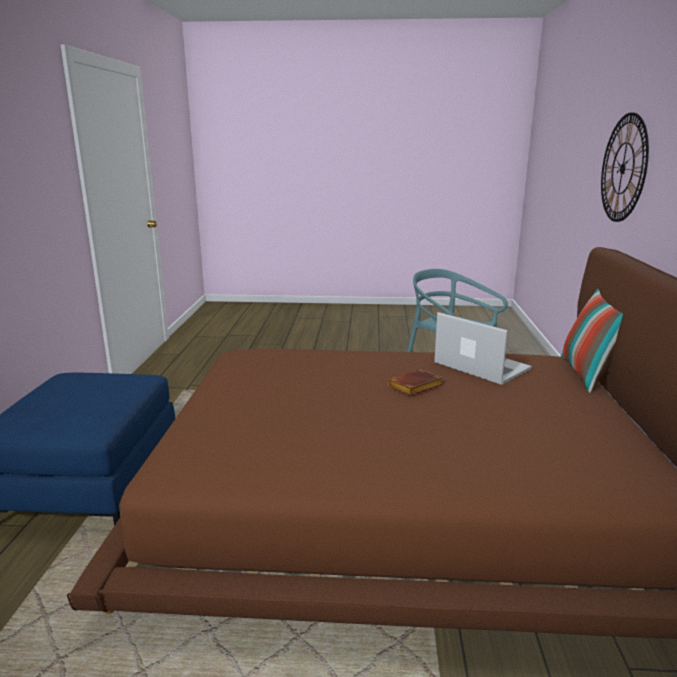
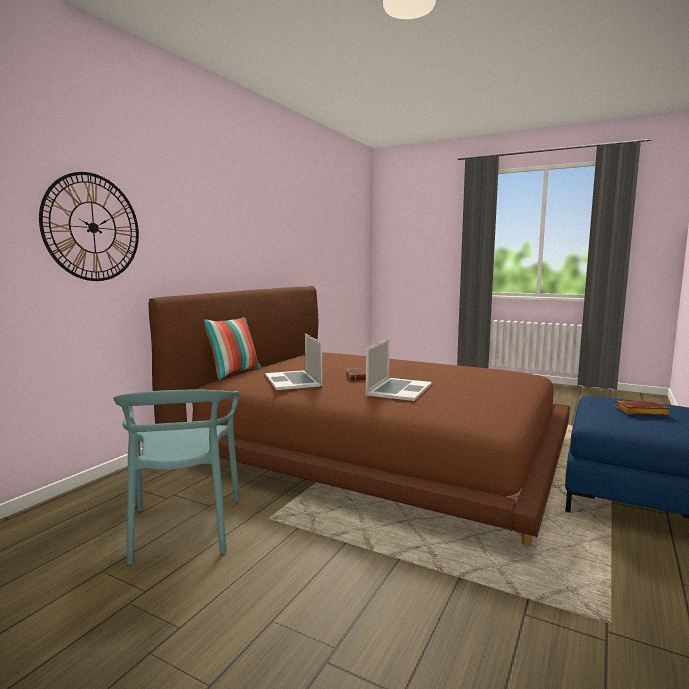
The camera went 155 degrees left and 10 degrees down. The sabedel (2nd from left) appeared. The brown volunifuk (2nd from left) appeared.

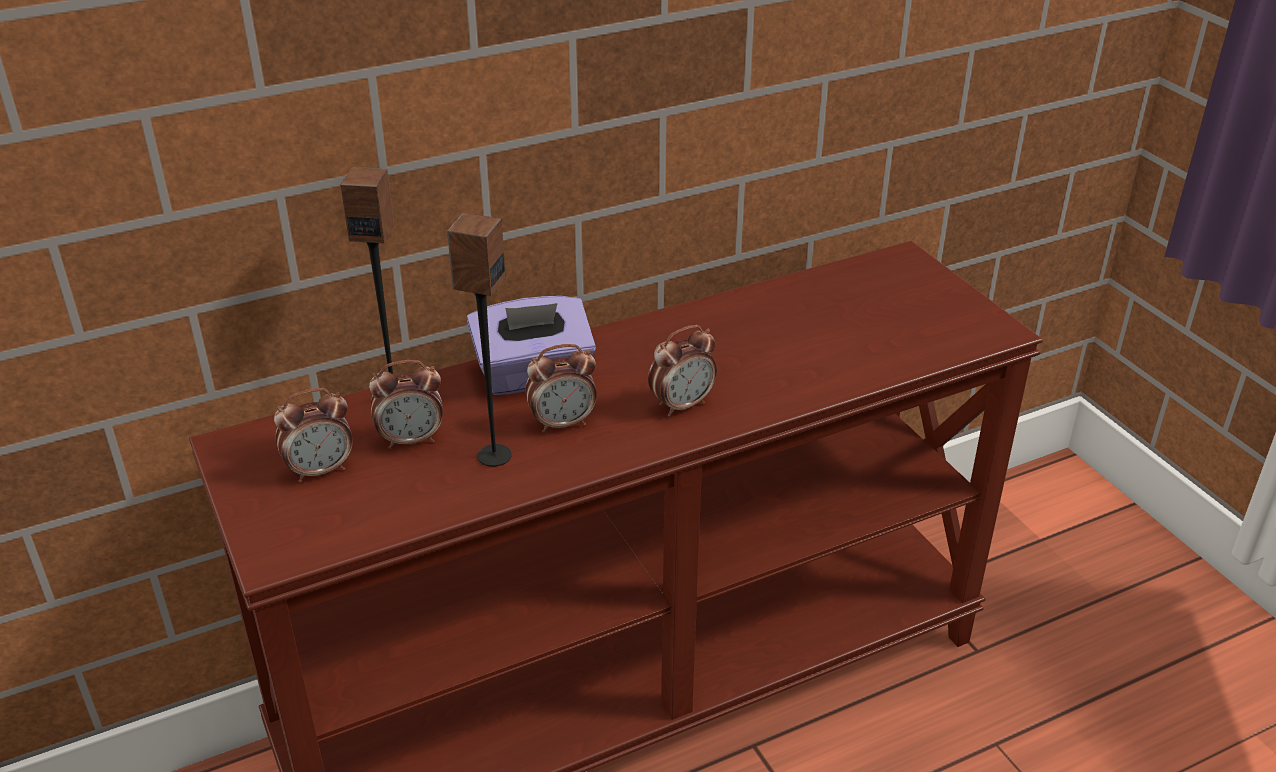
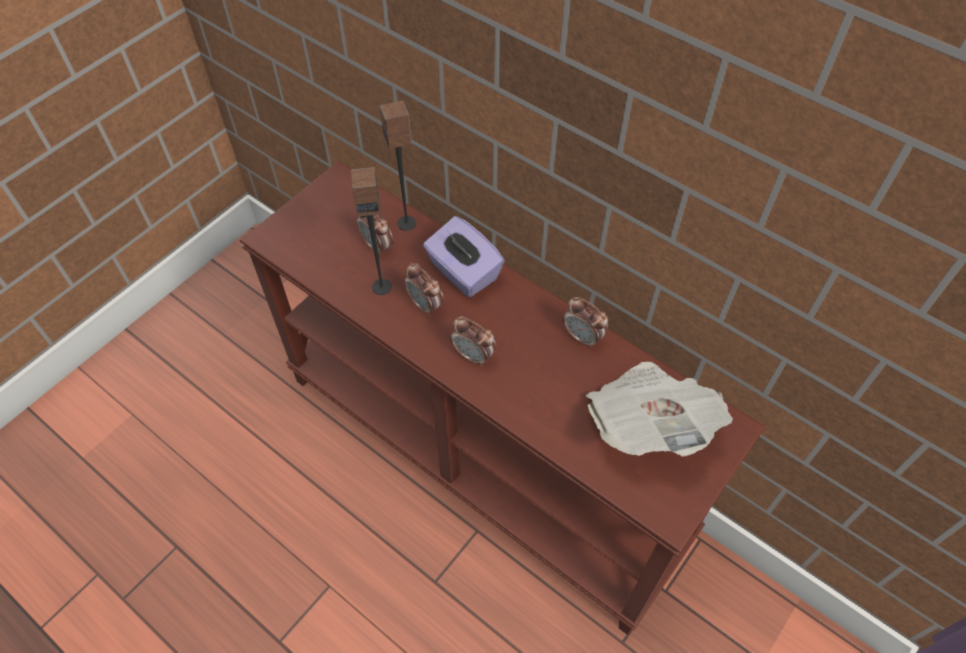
The camera went 65 degrees right and 20 degrees up. The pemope (1st from left in the first image) moved. The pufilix appeared.

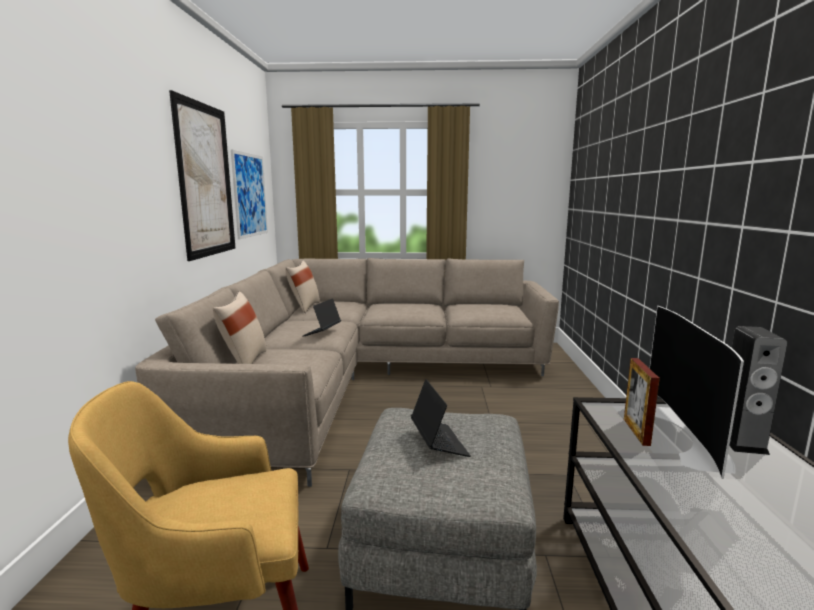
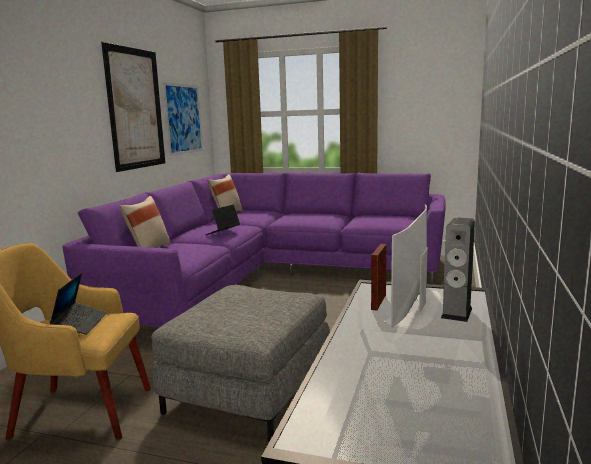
The camera went 15 degrees right and 0 degrees up. The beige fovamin became the purple fovamin. The sabedel (2nd from left in the first image) moved.

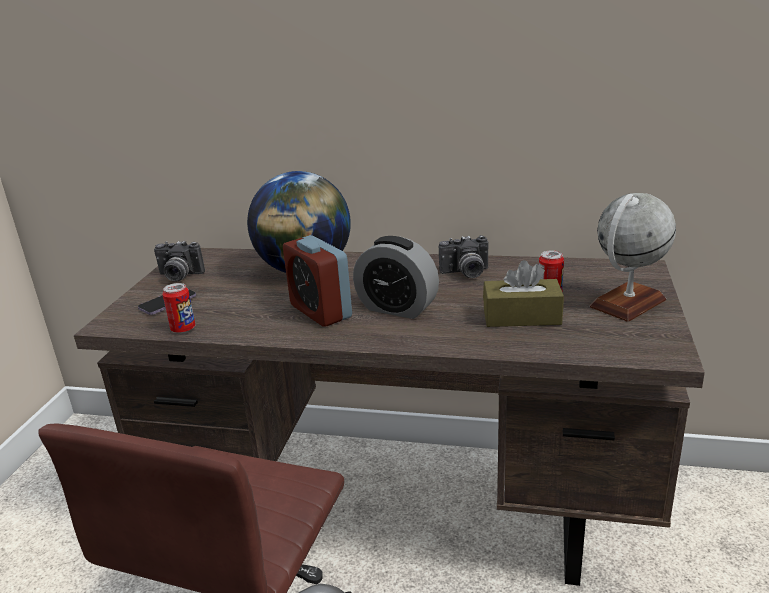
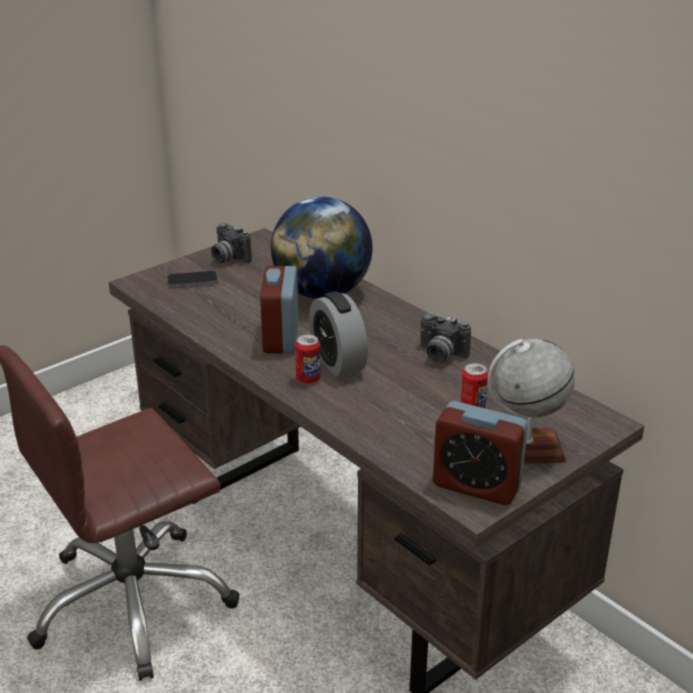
The camera went 35 degrees right and 5 degrees up. The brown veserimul disappeared. The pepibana (1st from left) moved. The pemope (3rd from left) appeared.

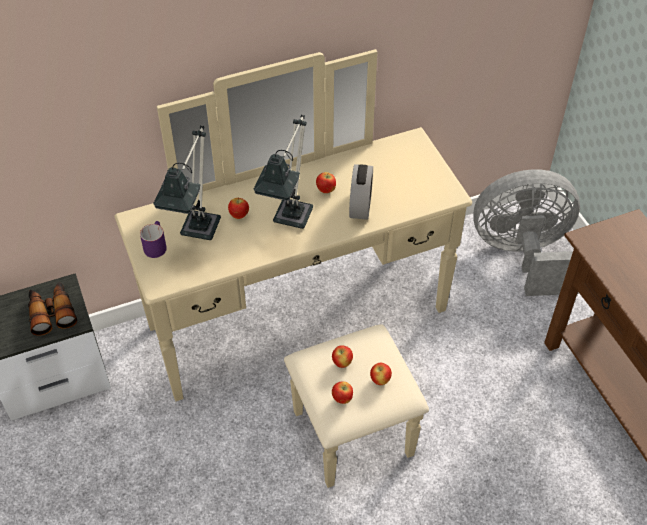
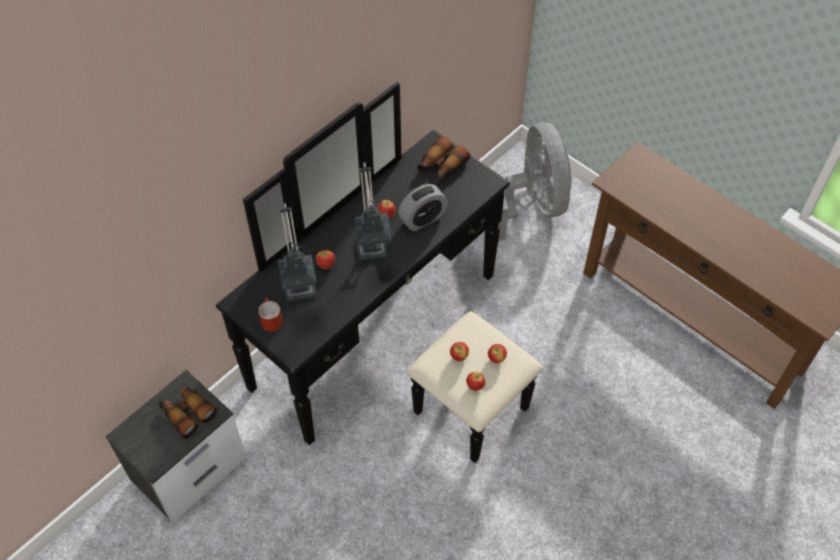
The camera went 25 degrees left and 5 degrees up. The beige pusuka became the black pusuka. The pemope turned 75 degrees clockwise. The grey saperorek turned 105 degrees clockwise. The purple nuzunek became the red nuzunek. The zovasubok (2nd from left) appeared.

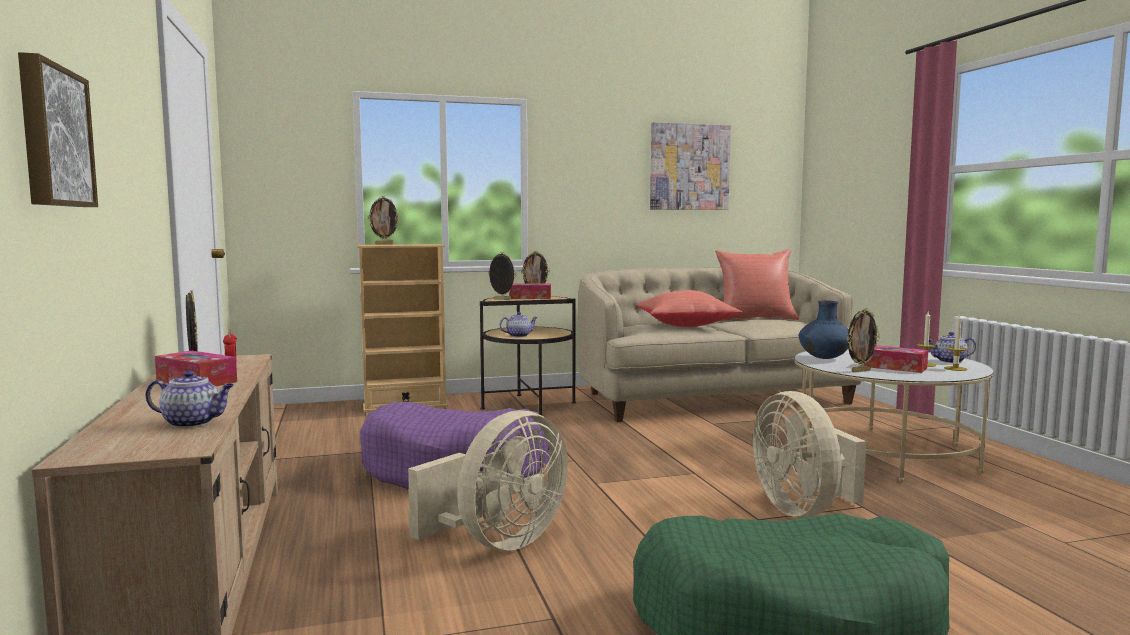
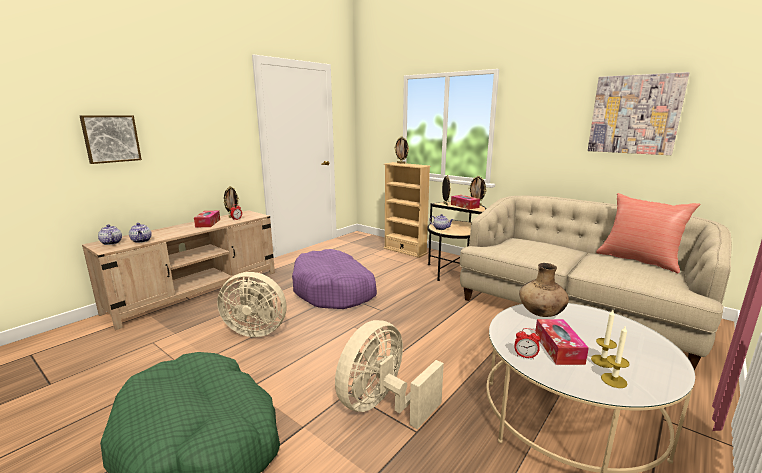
The camera went 55 degrees right and 10 degrees up. The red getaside (1st from left) disappeared. The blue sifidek became the brown sifidek. The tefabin (5th from left) disappeared. The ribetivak (3rd from left in the first image) moved. The pemope (2nd from left) appeared.

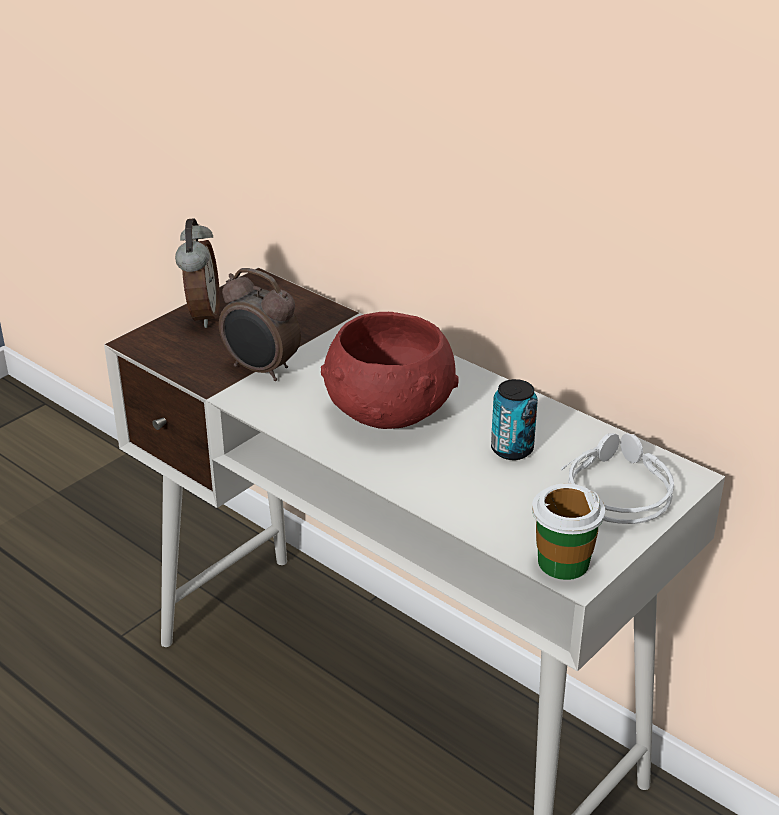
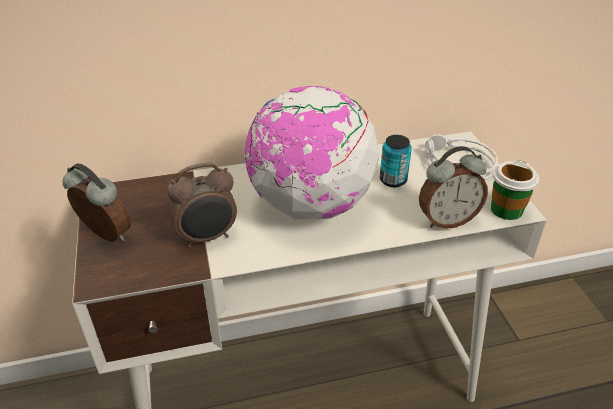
The camera went 55 degrees left and 5 degrees up. The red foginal was replaced by the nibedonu. The pemope (3rd from left) appeared.

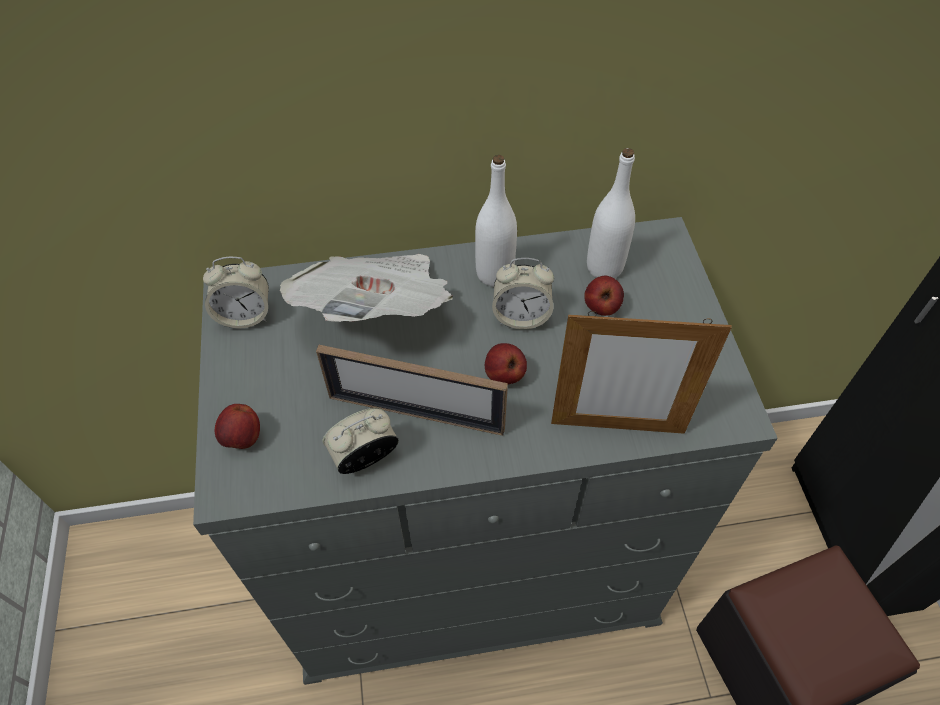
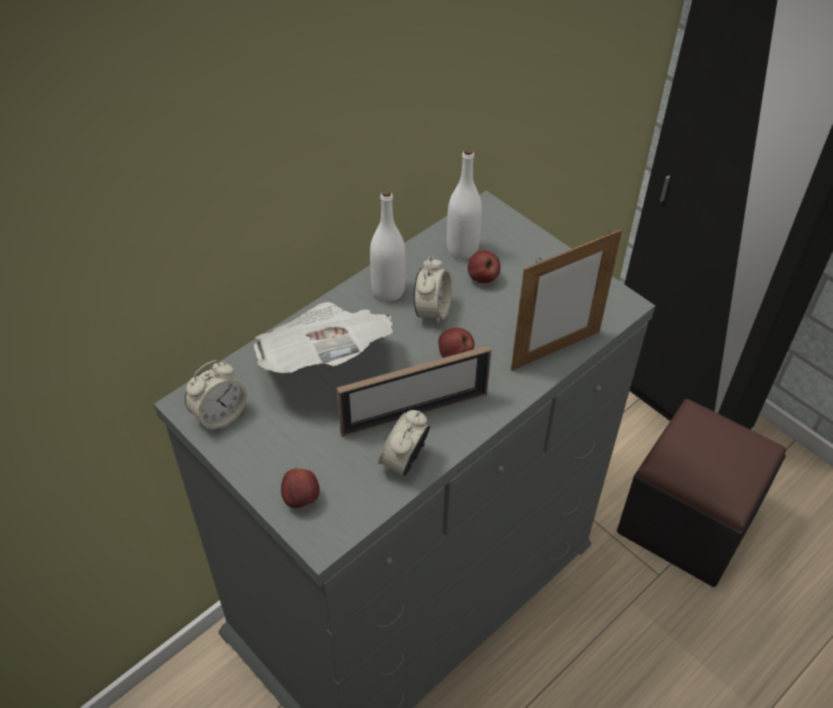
The camera went 35 degrees left and 5 degrees down. The pemope (3rd from left) turned 45 degrees counterclockwise.

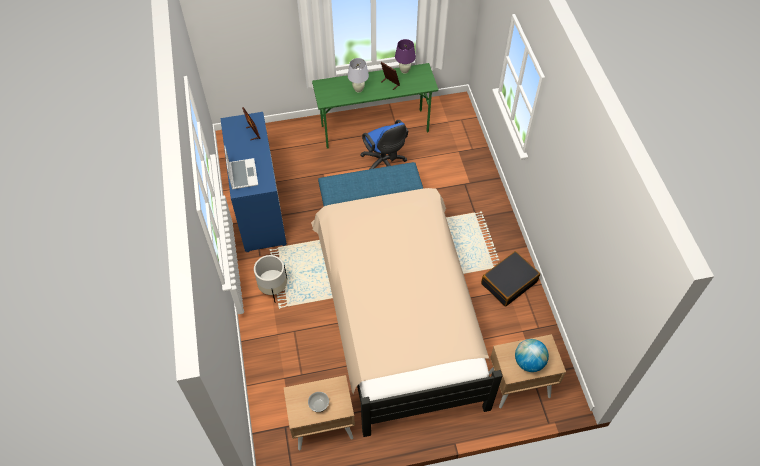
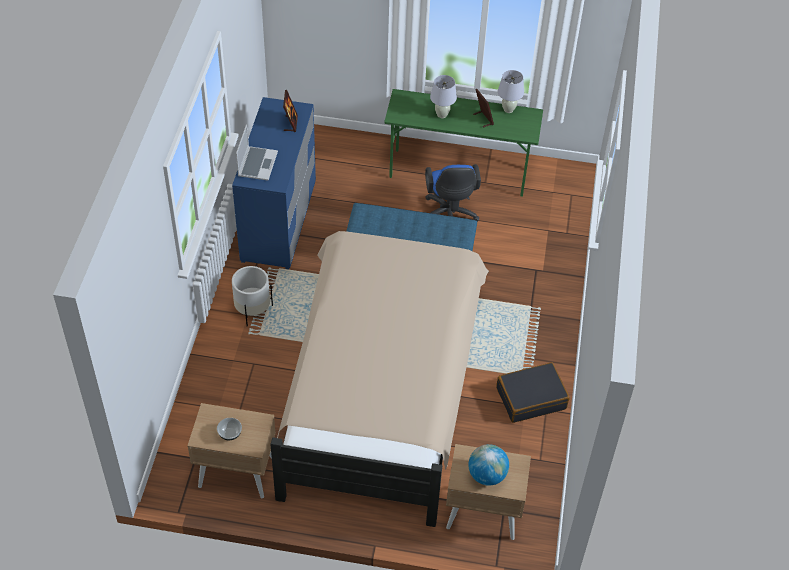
The camera went 20 degrees right and 5 degrees down. The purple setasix became the white setasix (2nd from left).

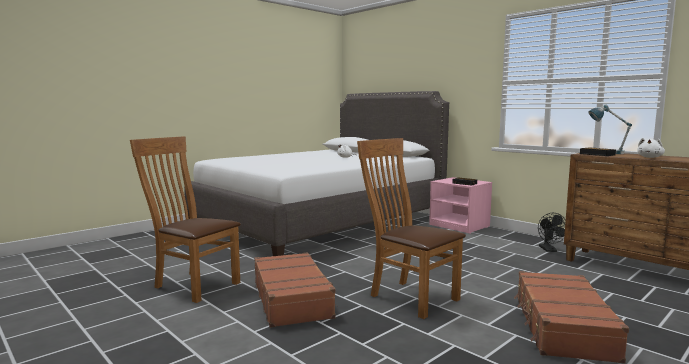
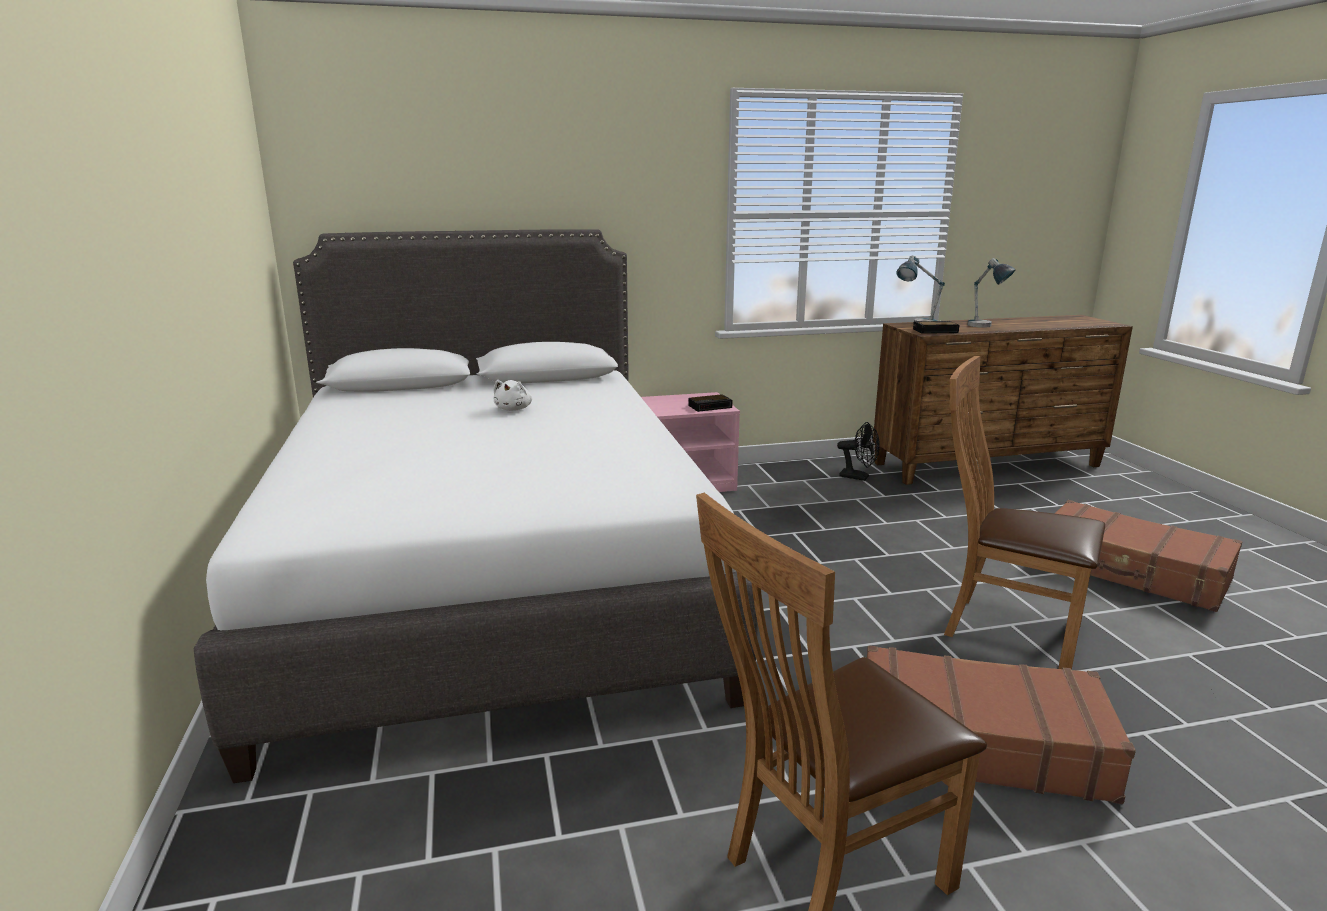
The camera went 60 degrees left and 10 degrees up. The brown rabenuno (2nd from left) turned 45 degrees clockwise. The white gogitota (2nd from left) was replaced by the setasix (2nd from left).

